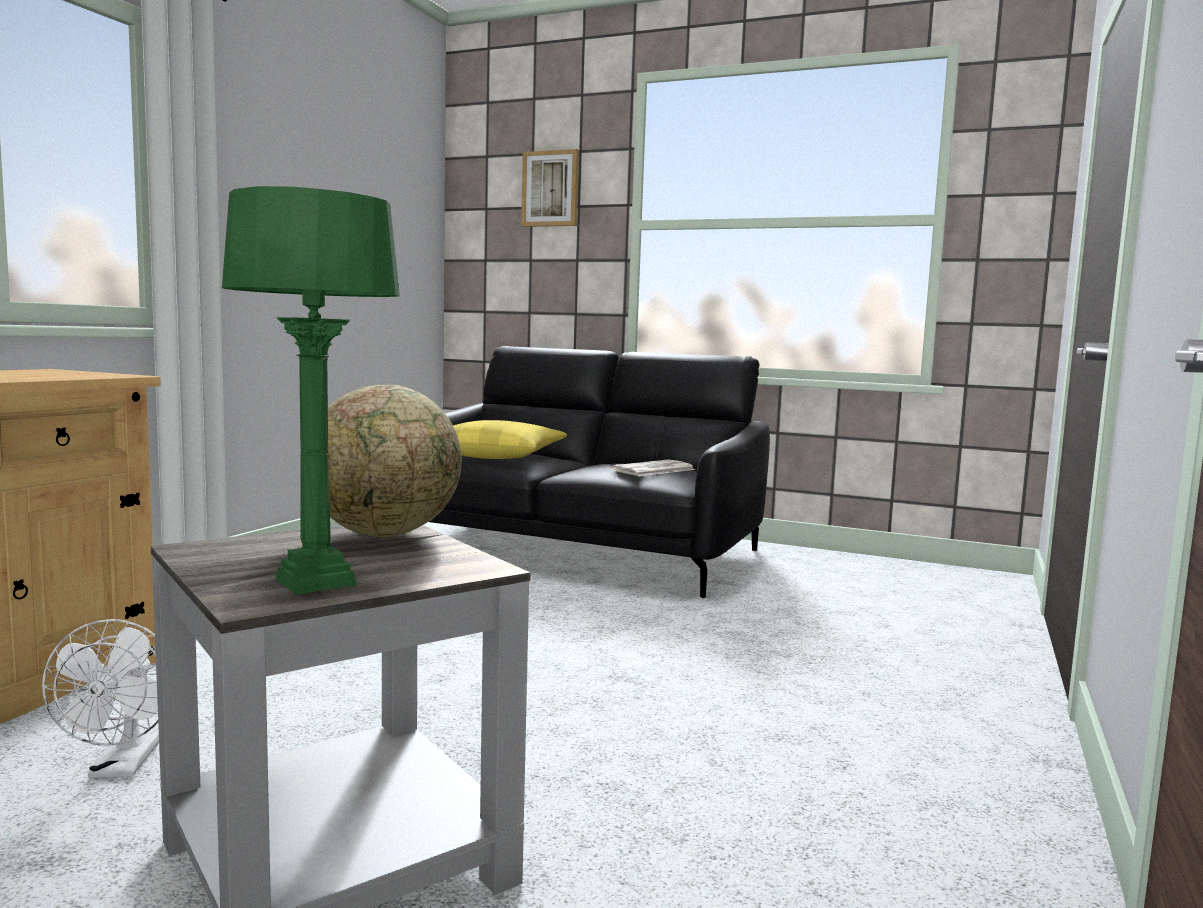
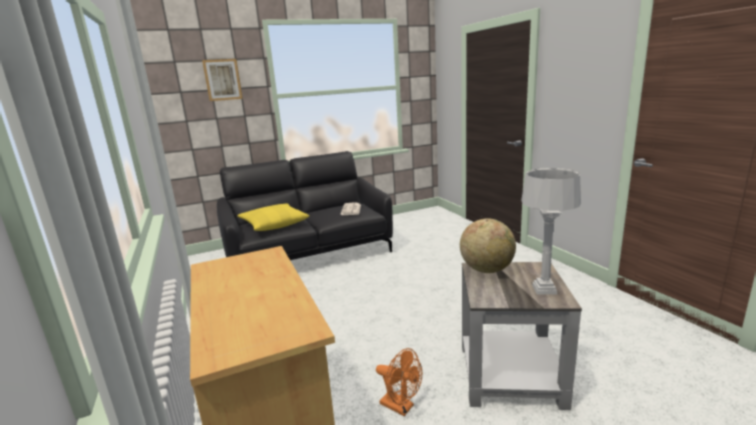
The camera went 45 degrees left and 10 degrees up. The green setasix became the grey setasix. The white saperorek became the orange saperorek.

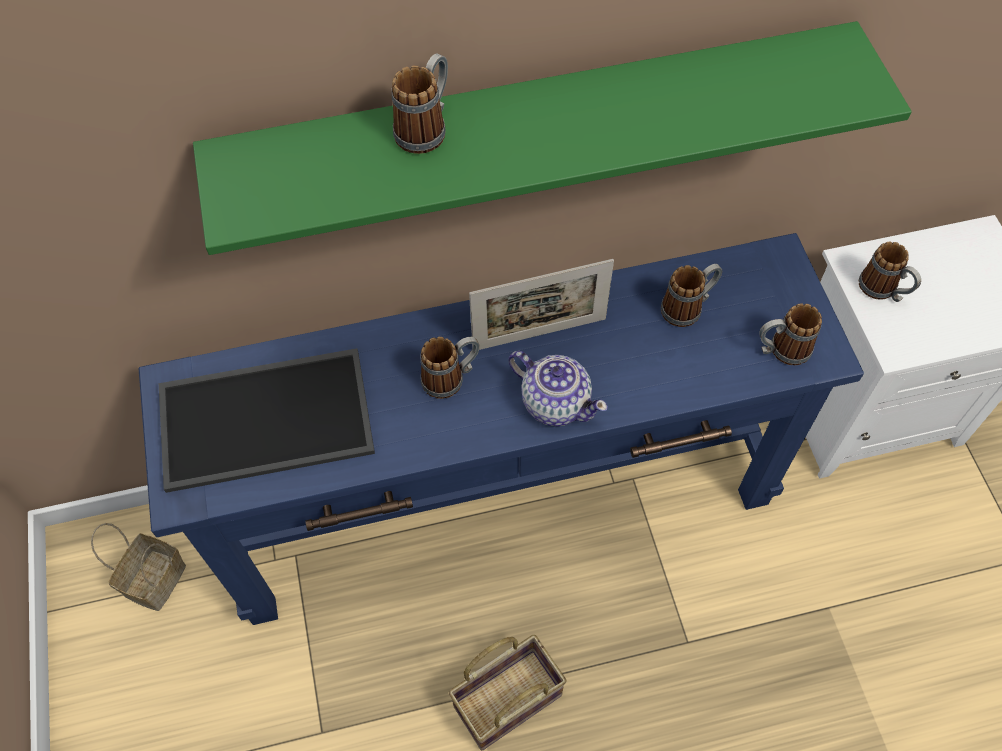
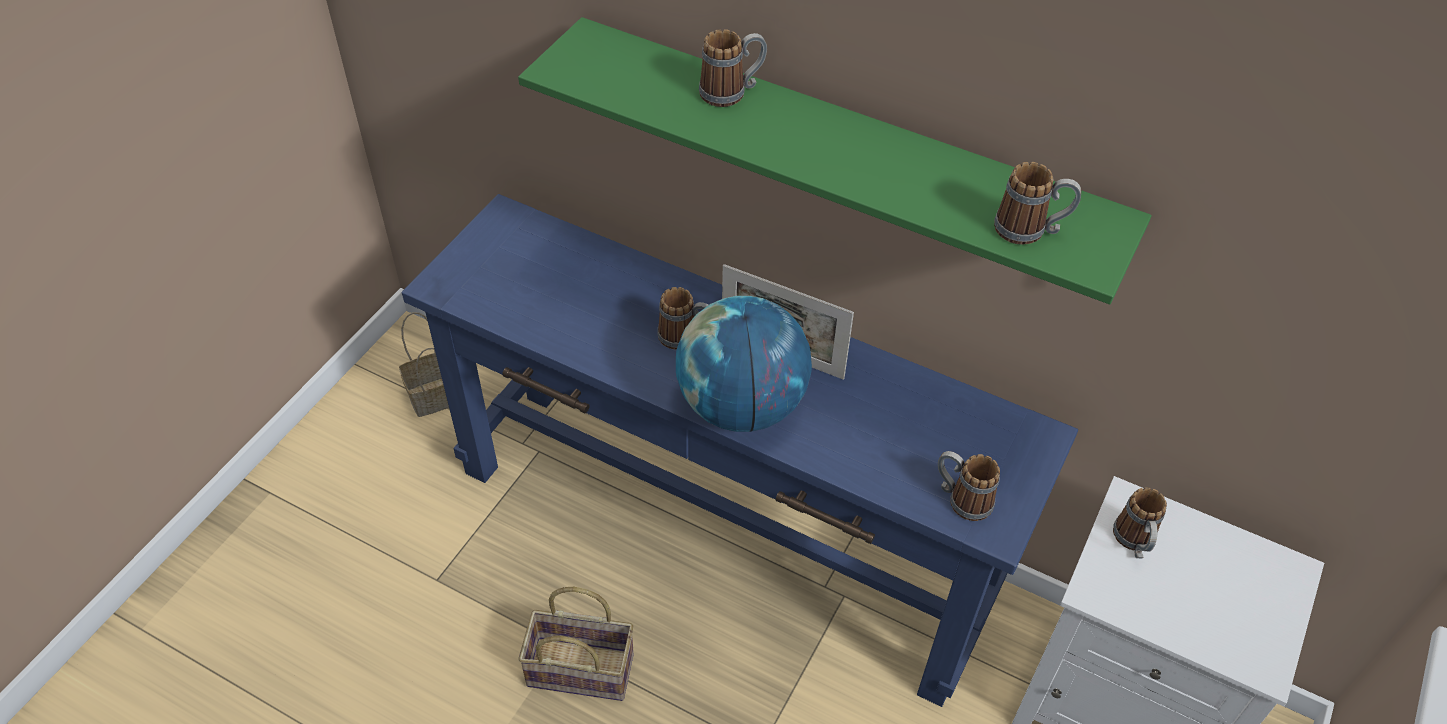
The camera went 40 degrees right and 10 degrees down. The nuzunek (3rd from left in the first image) moved. The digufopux disappeared. The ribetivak was replaced by the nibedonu.

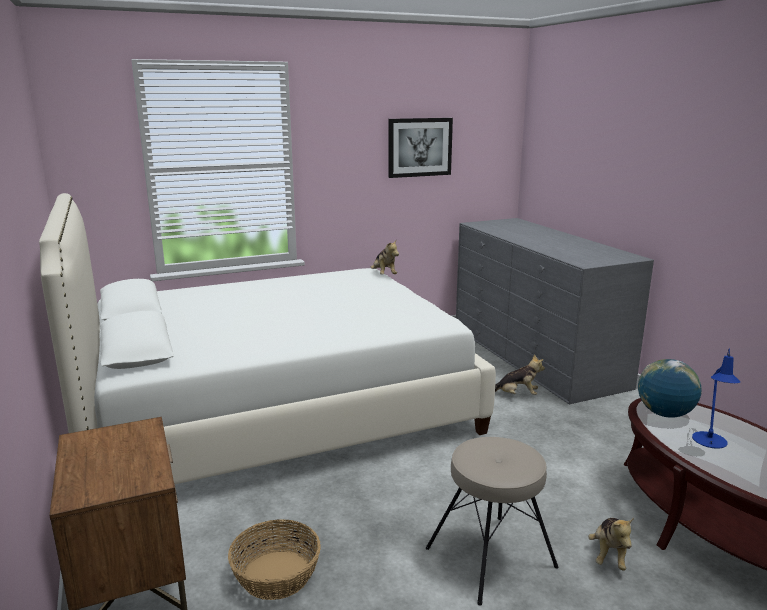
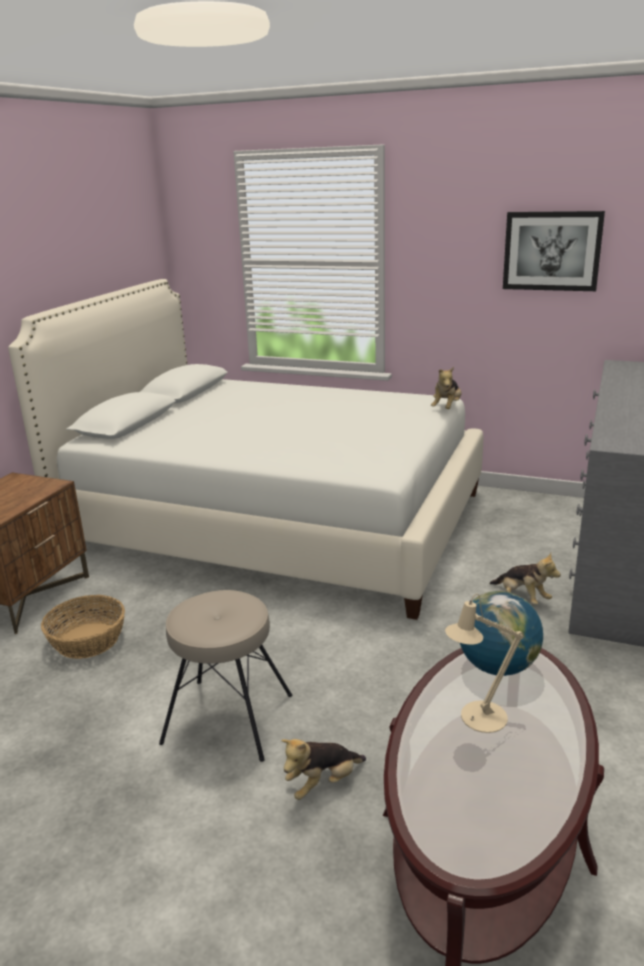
The camera went 45 degrees right and 5 degrees up. The blue setasix became the beige setasix.

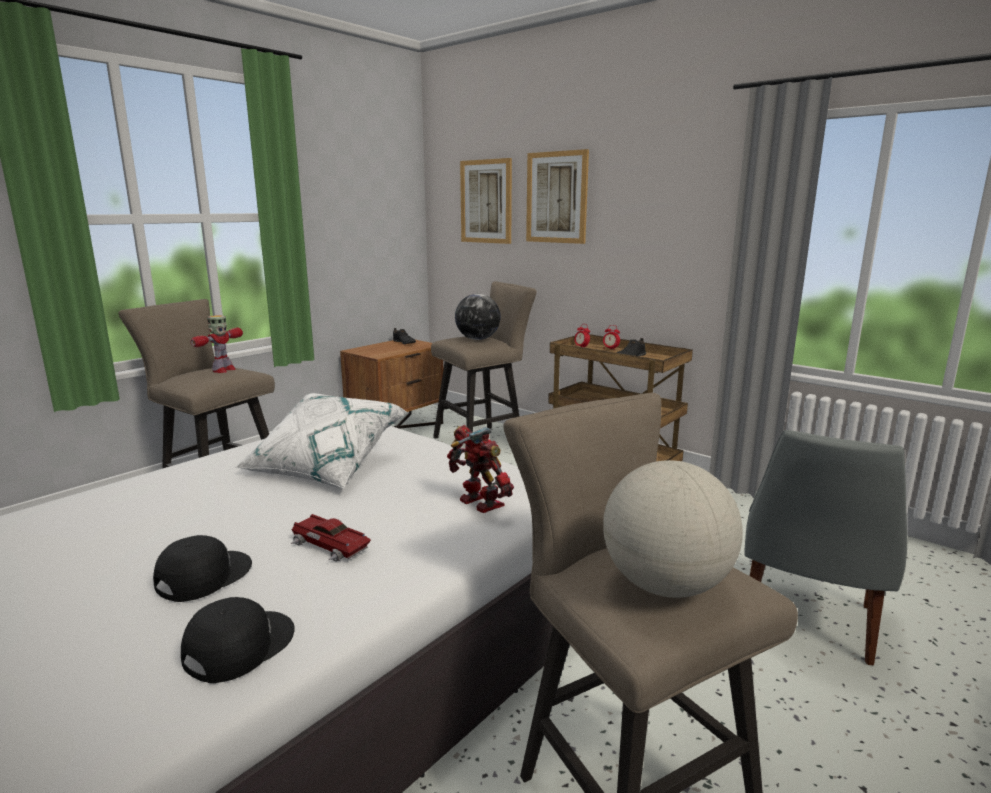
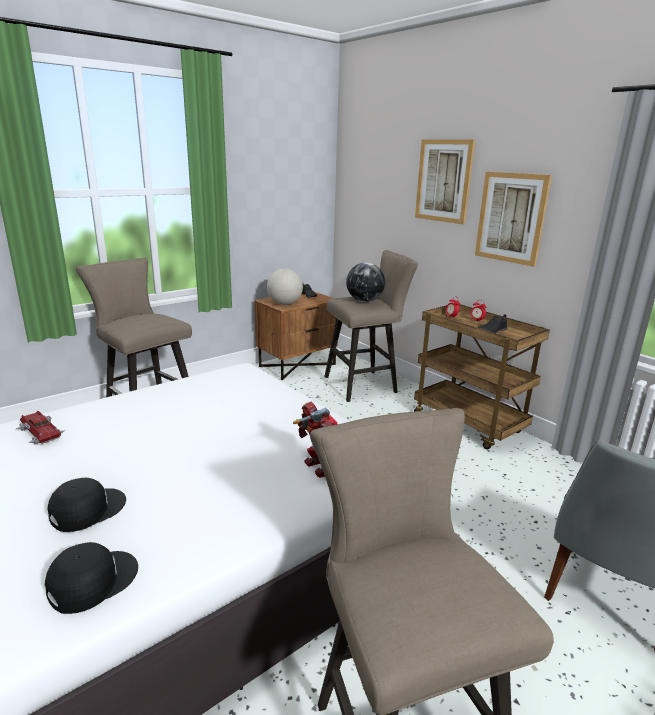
The camera went 10 degrees right and 5 degrees up. The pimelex (1st from left in the first image) moved. The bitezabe (1st from left) disappeared. The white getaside disappeared. The nibedonu (2nd from left in the first image) moved. The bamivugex moved.

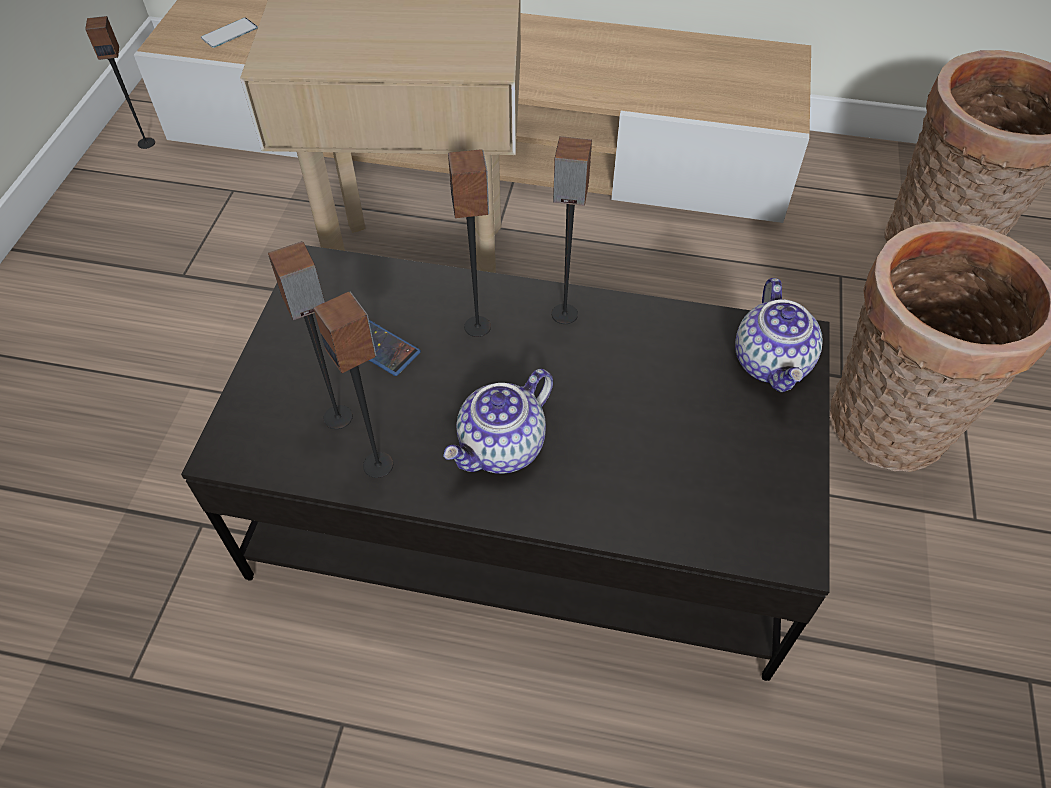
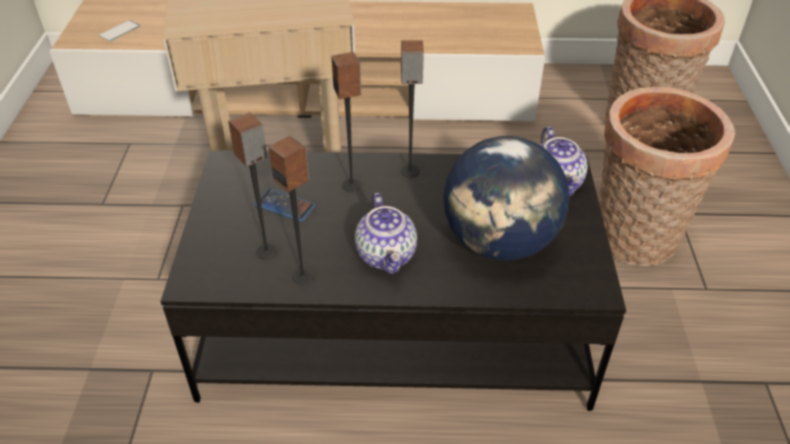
The camera went 10 degrees left and 10 degrees down. The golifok (1st from left) disappeared. The ribetivak (1st from left) turned 45 degrees counterclockwise. The nibedonu appeared.

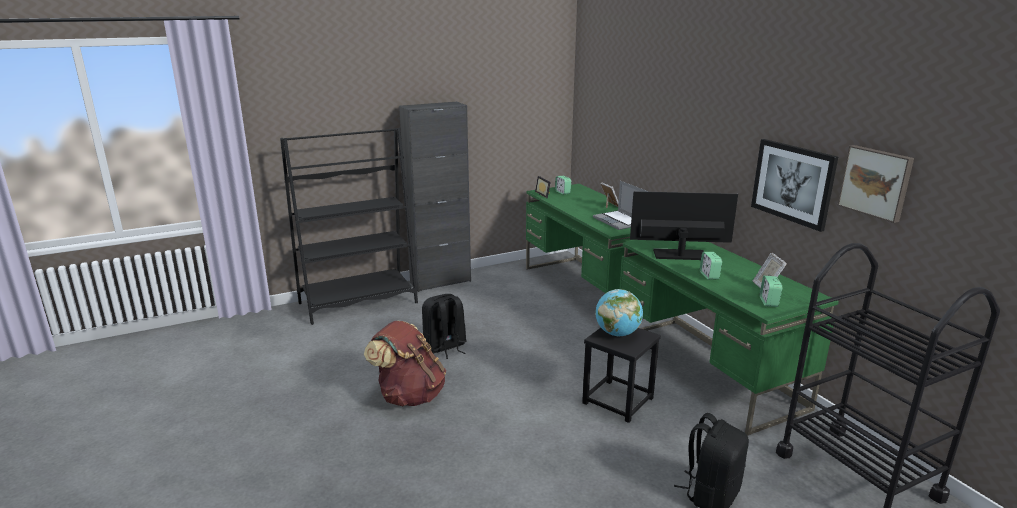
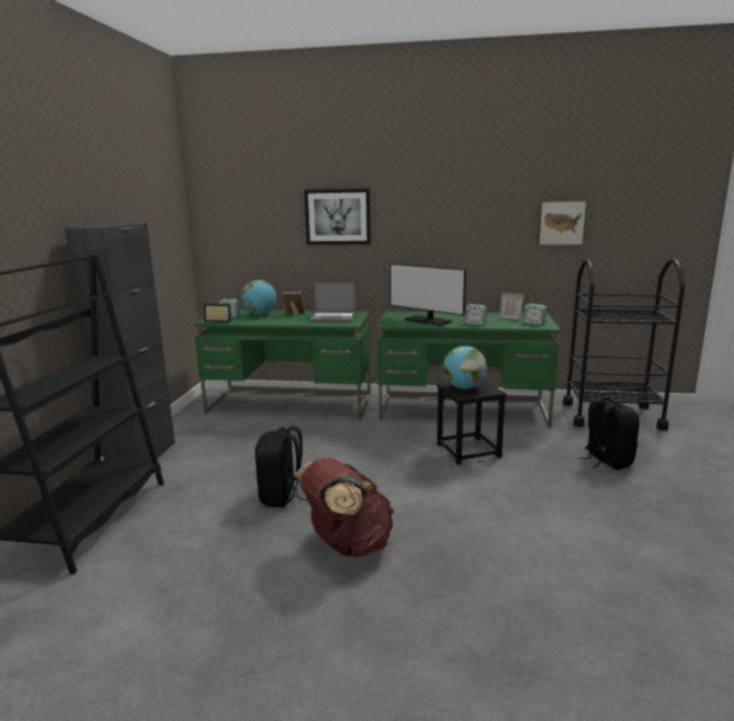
The camera went 55 degrees left and 5 degrees down. The pimelex (1st from left) moved. The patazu turned 90 degrees counterclockwise. The nibedonu (1st from left) appeared.

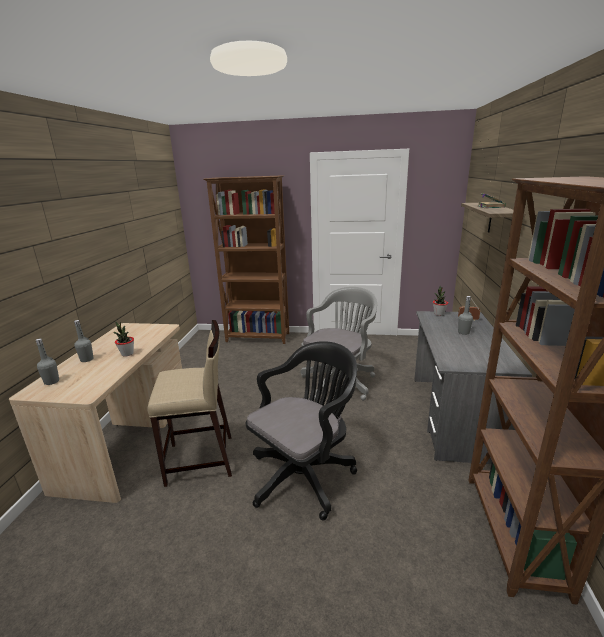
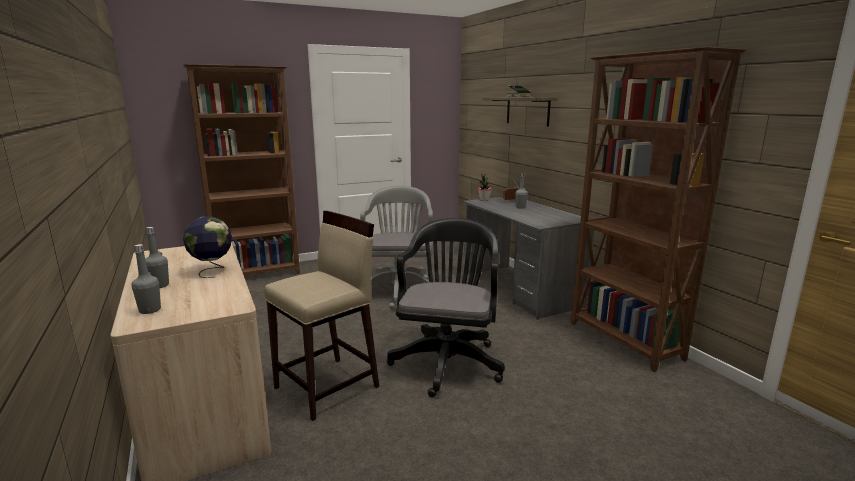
The camera went 35 degrees left and 5 degrees down. The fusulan (1st from left) was replaced by the nibedonu.

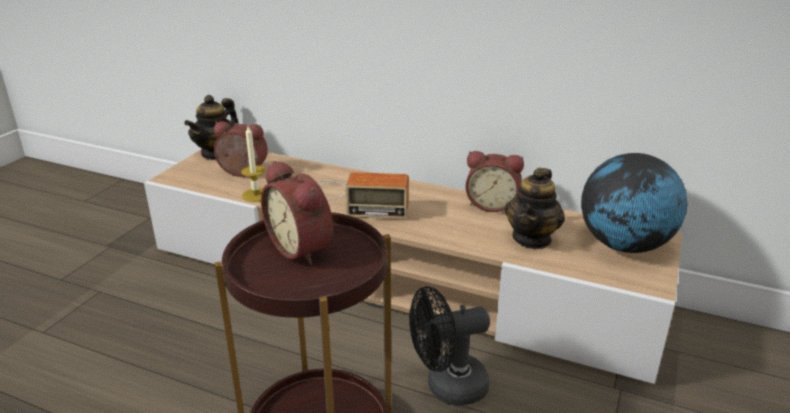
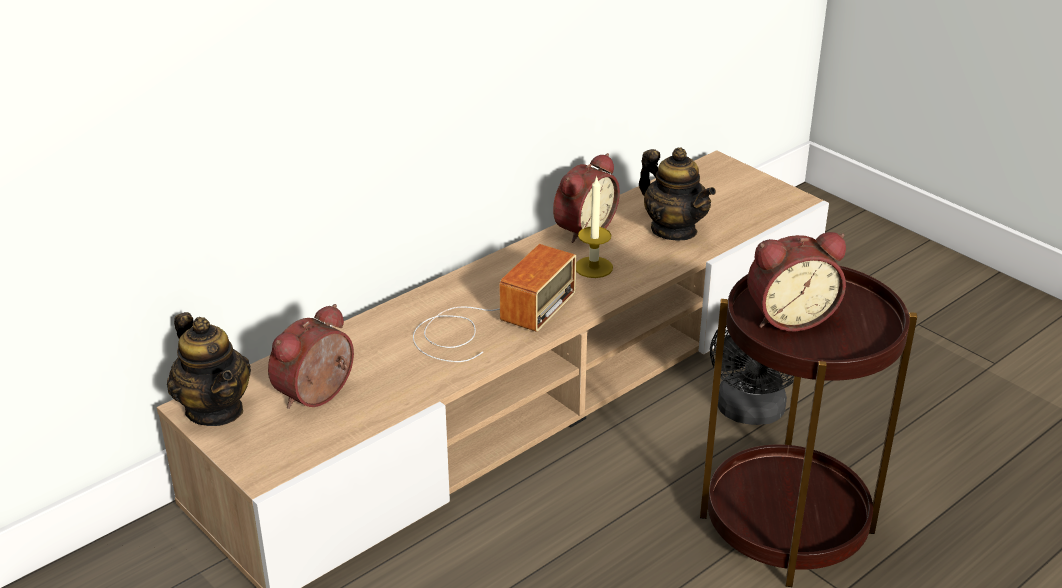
The camera went 65 degrees left and 5 degrees up. The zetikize moved. The nibedonu disappeared.

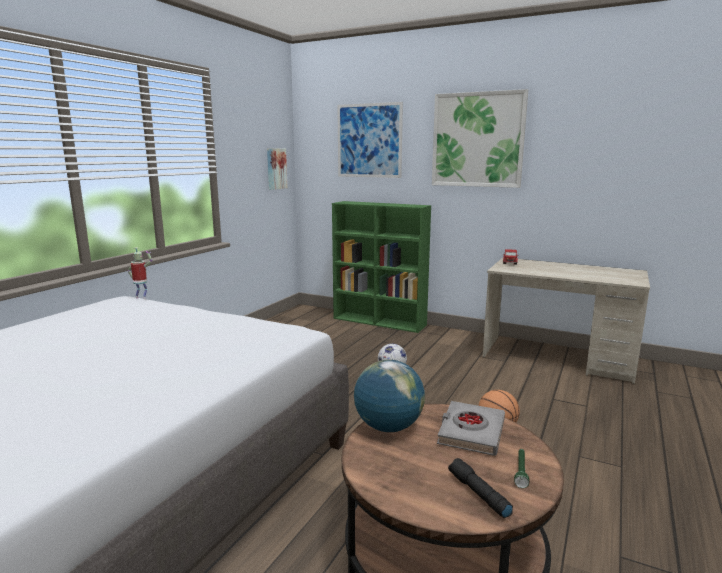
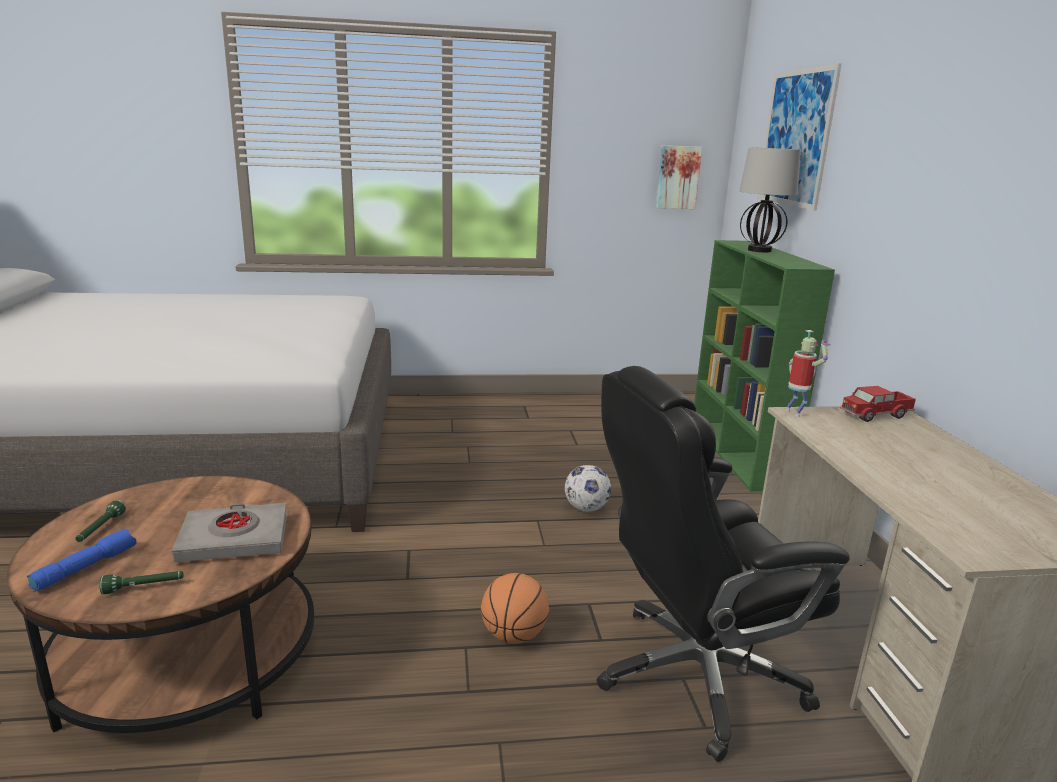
The camera went 55 degrees right and 5 degrees up. The pimelex (3rd from left) disappeared. The bitezabe moved. The nibedonu disappeared. The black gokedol became the blue gokedol. The setasix appeared. The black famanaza appeared. The green gokedol (1st from left) appeared.

